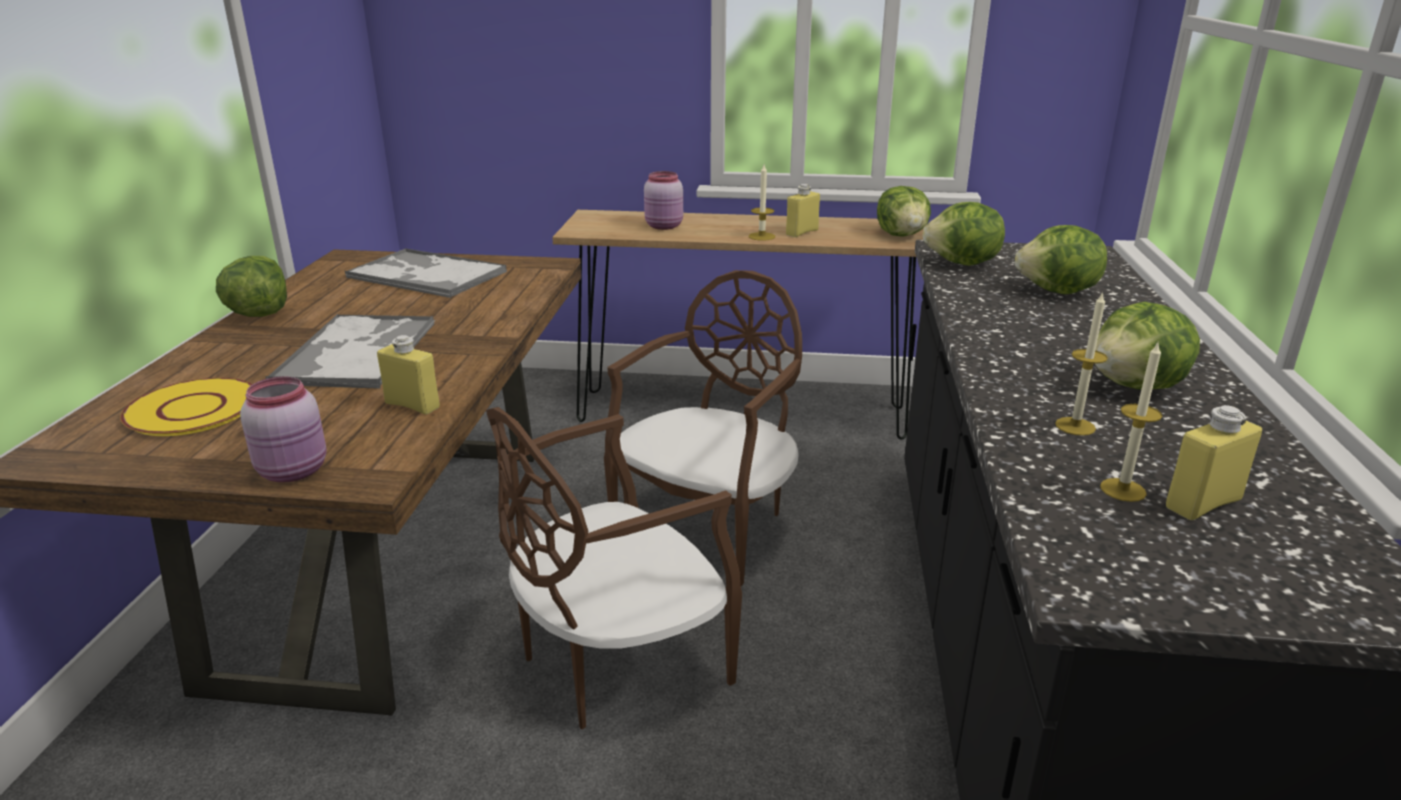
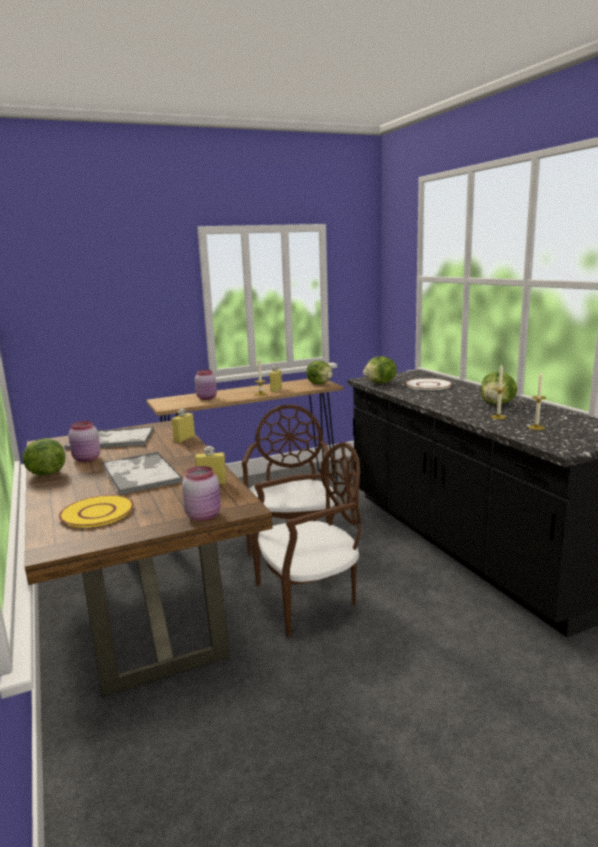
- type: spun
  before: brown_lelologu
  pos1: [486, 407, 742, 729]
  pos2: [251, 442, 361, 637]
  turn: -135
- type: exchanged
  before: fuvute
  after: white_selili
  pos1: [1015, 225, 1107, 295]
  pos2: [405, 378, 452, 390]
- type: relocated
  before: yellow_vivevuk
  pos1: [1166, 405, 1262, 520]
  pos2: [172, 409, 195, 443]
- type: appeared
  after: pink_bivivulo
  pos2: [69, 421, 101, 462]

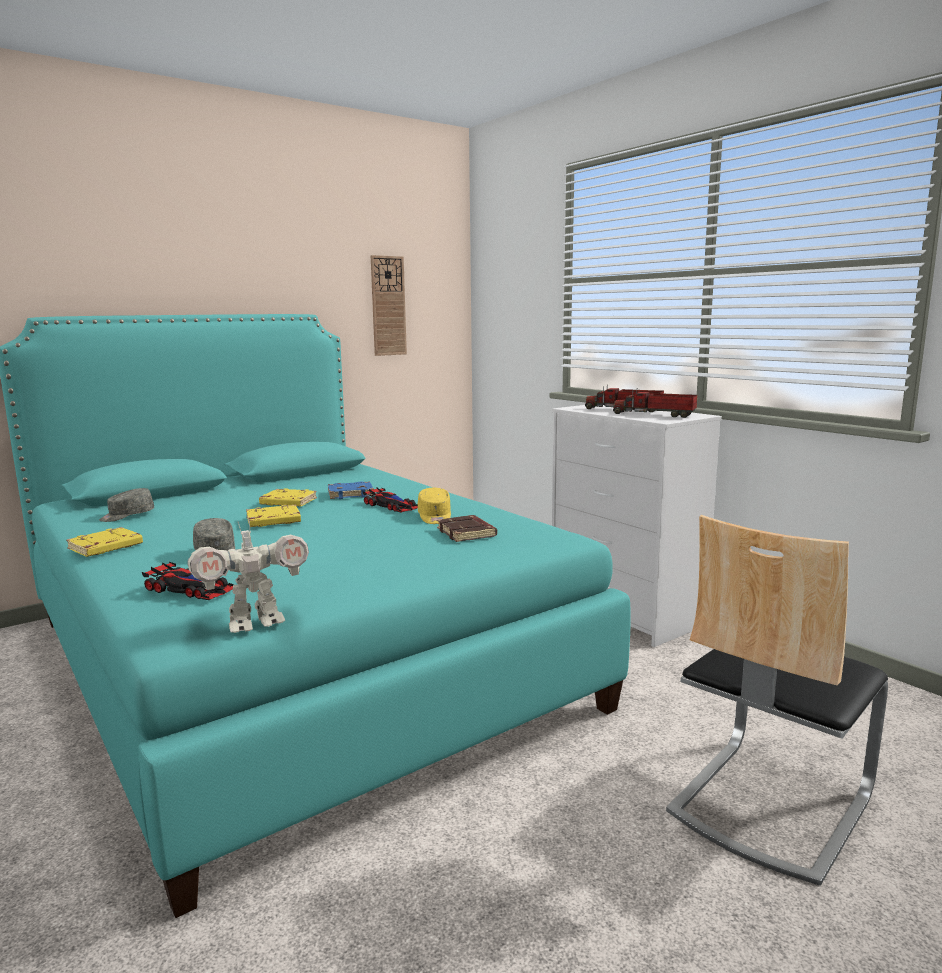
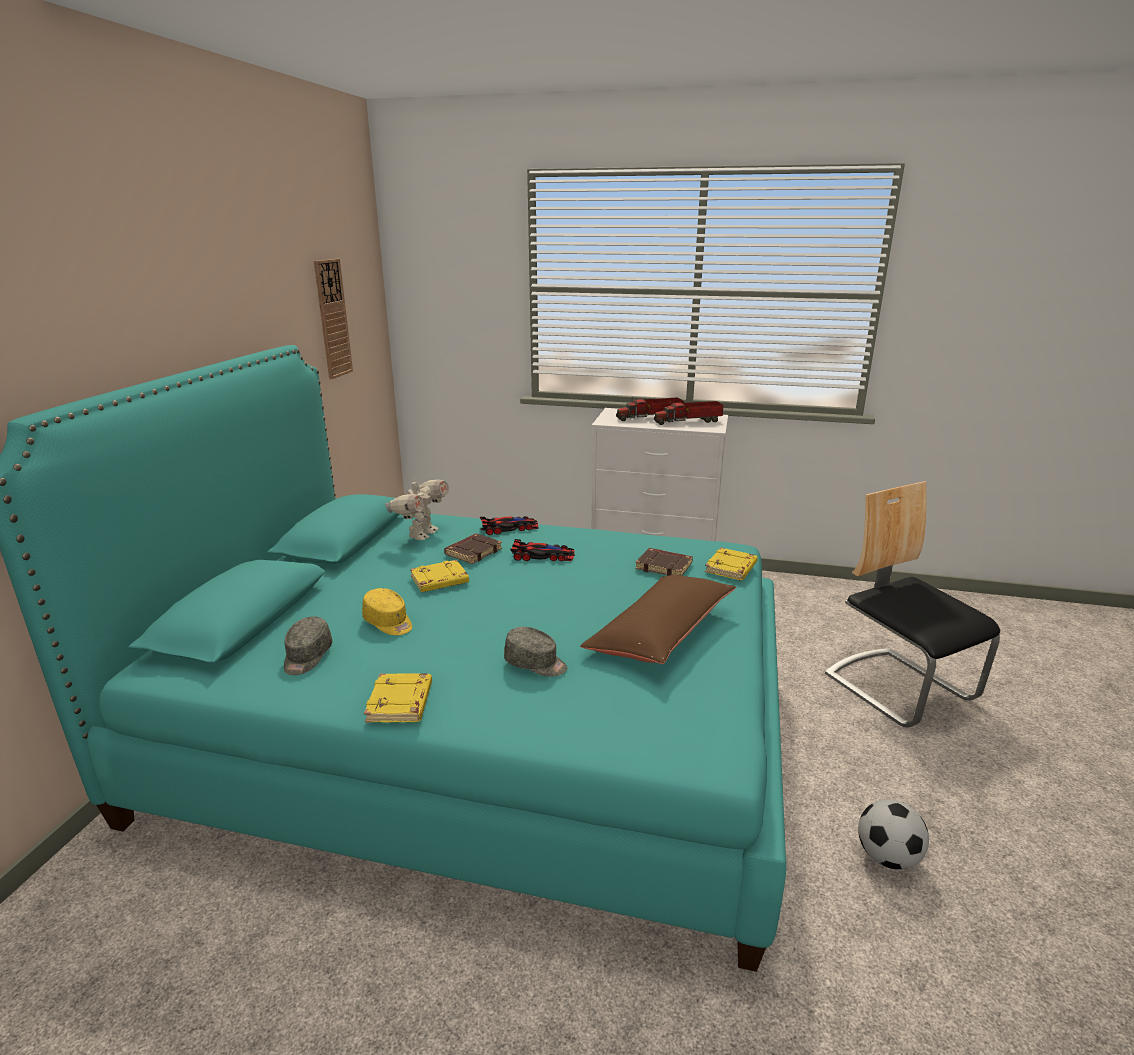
- type: relocated
  before: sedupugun
  pos1: [142, 562, 233, 600]
  pos2: [480, 516, 538, 535]
- type: relocated
  before: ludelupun
  pos1: [187, 520, 309, 633]
  pos2: [385, 476, 449, 540]
- type: relocated
  before: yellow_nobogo
  pos1: [246, 505, 301, 527]
  pos2: [705, 548, 758, 580]
- type: colour
  before: blue_nobogo
  after: brown_nobogo
  pos1: [328, 482, 374, 499]
  pos2: [444, 534, 502, 564]
- type: relocated
  before: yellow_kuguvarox
  pos1: [418, 488, 451, 524]
  pos2: [362, 588, 412, 635]
- type: spun
  before: lelologu
  pos1: [666, 515, 888, 886]
  pos2: [825, 481, 1000, 727]
  turn: 150
- type: appeared
  after: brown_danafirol
  pos2: [580, 575, 736, 664]
- type: appeared
  after: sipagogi
  pos2: [858, 799, 929, 870]

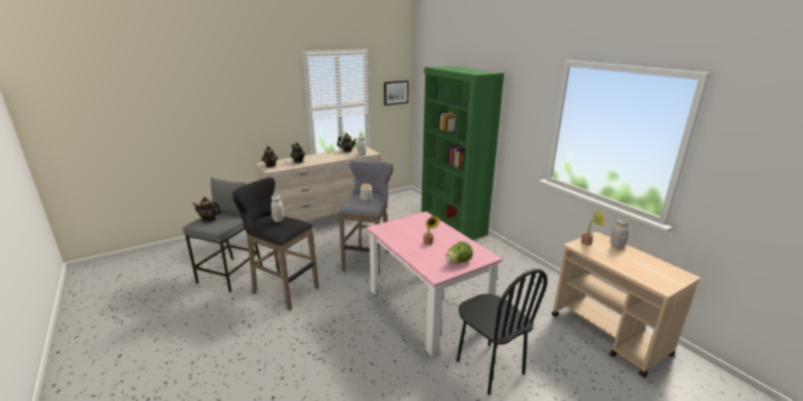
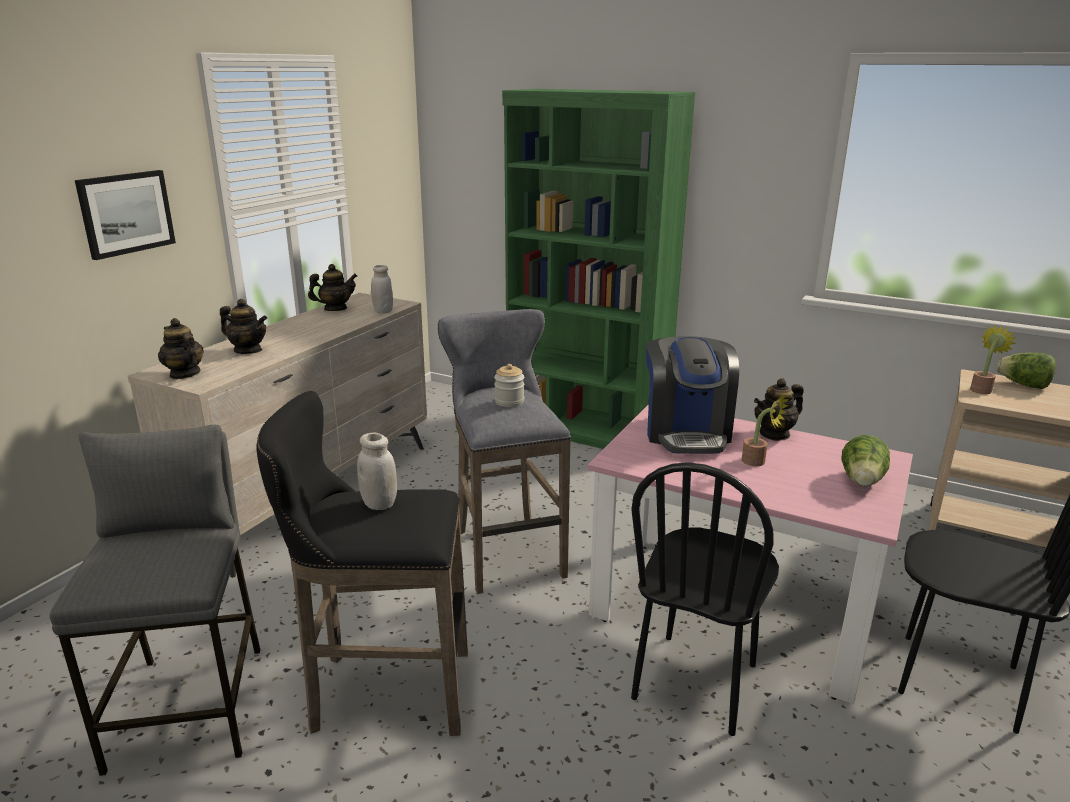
- type: relocated
  before: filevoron
  pos1: [193, 197, 221, 223]
  pos2: [754, 378, 804, 441]
- type: relocated
  before: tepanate
  pos1: [384, 80, 409, 106]
  pos2: [75, 170, 176, 260]
- type: exchanged
  before: white_bivivulo
  after: fuvute
  pos1: [610, 219, 630, 249]
  pos2: [996, 353, 1056, 389]
- type: appeared
  after: black_lelologu
  pos2: [631, 462, 779, 736]
- type: appeared
  after: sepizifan
  pos2: [646, 336, 739, 454]

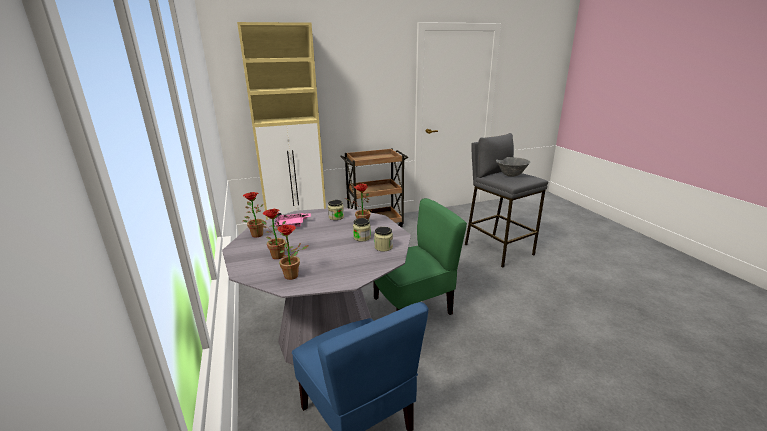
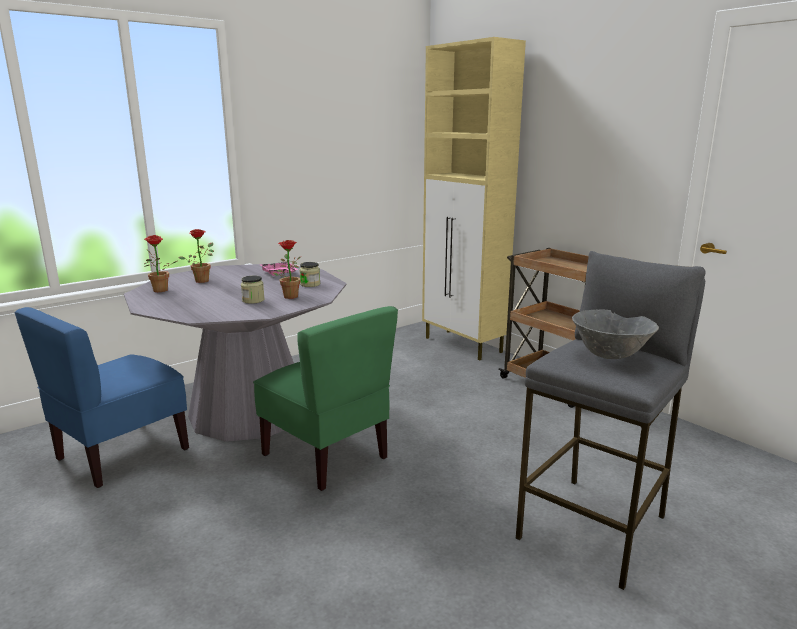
- type: missing
  before: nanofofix
  pos1: [243, 192, 264, 238]
- type: missing
  before: bivivulo
  pos1: [374, 227, 393, 252]

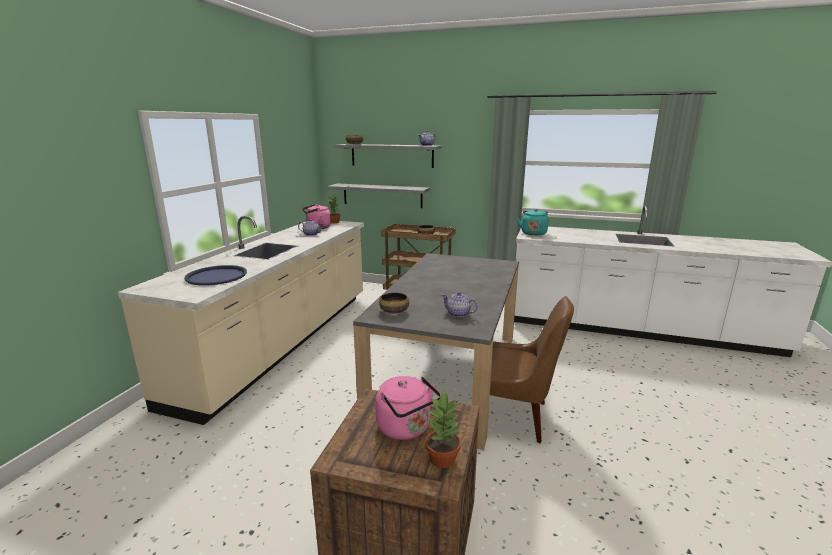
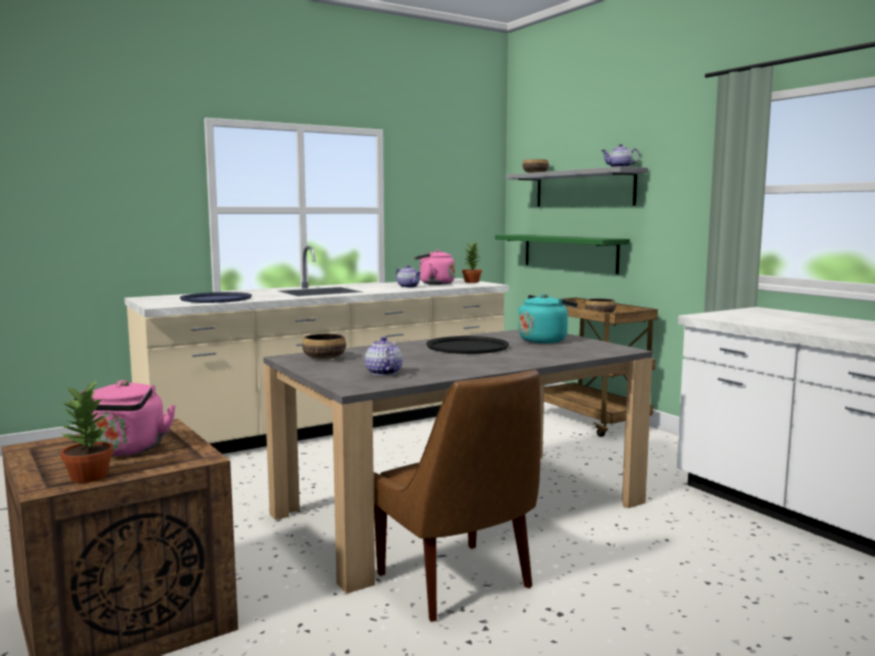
- type: colour
  before: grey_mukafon
  after: green_mukafon
  pos1: [327, 183, 430, 208]
  pos2: [495, 234, 630, 274]
- type: relocated
  before: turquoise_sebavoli
  pos1: [516, 209, 549, 236]
  pos2: [518, 294, 578, 343]
- type: appeared
  after: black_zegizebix
  pos2: [426, 336, 509, 354]

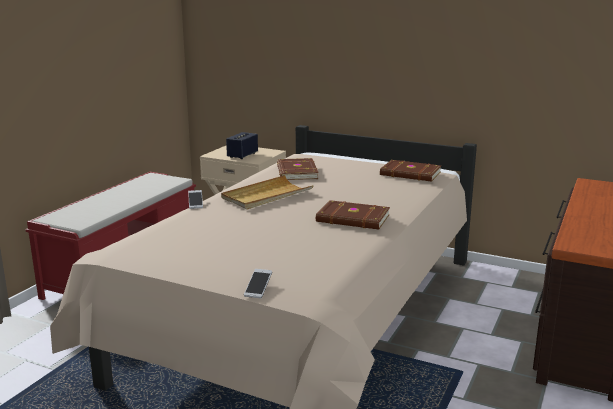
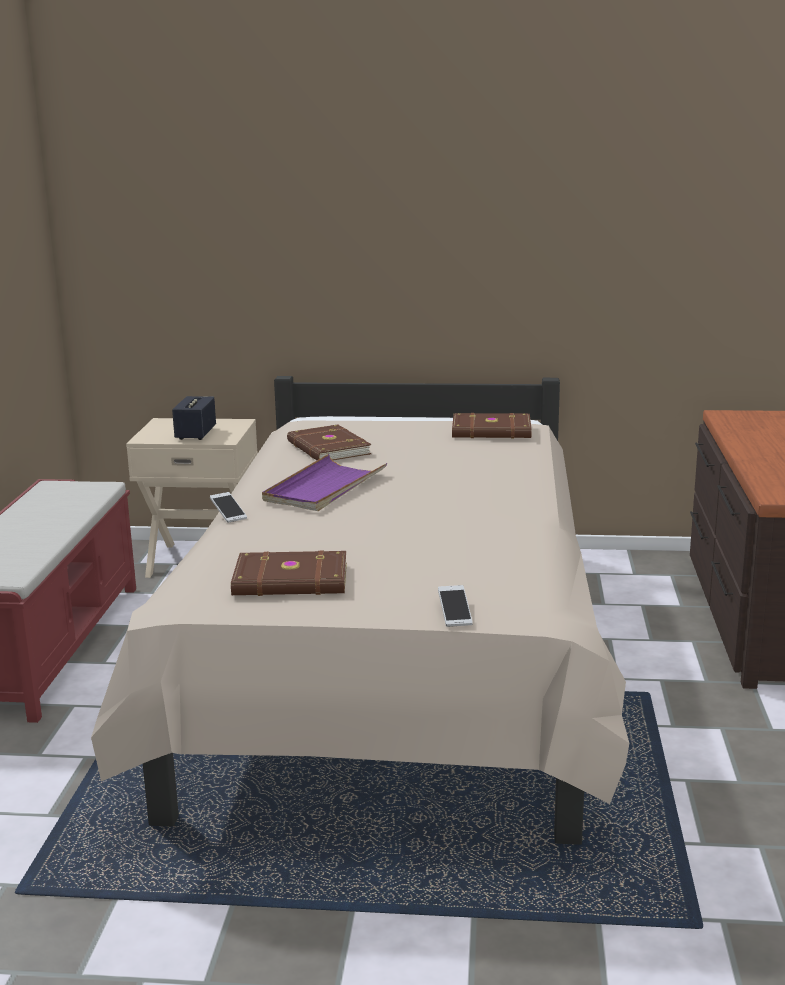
- type: colour
  before: beige_zegizebix
  after: purple_zegizebix
  pos1: [221, 175, 314, 210]
  pos2: [262, 454, 387, 511]
- type: relocated
  before: brown_nobogo
  pos1: [316, 200, 390, 230]
  pos2: [231, 551, 347, 596]

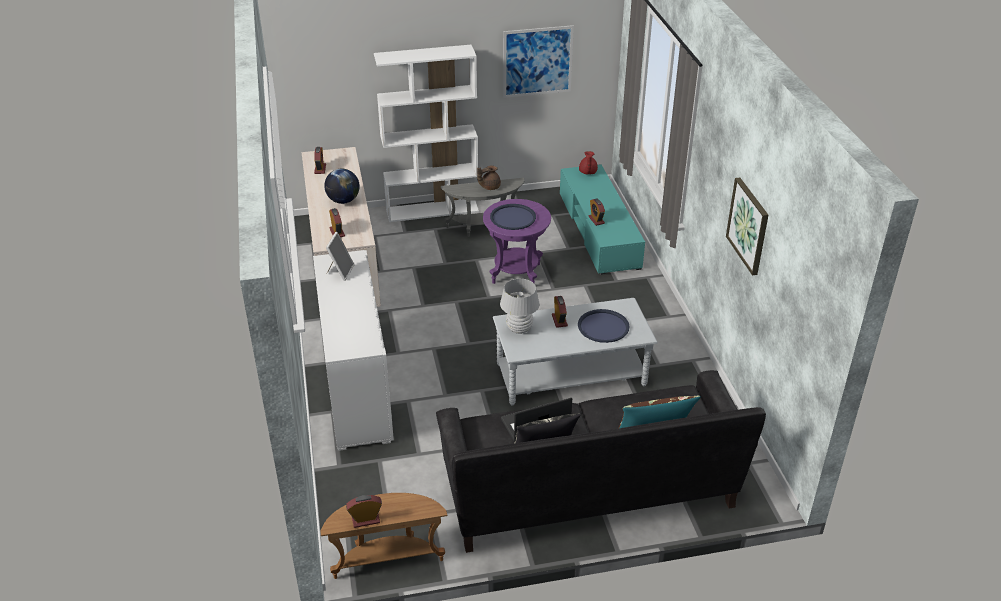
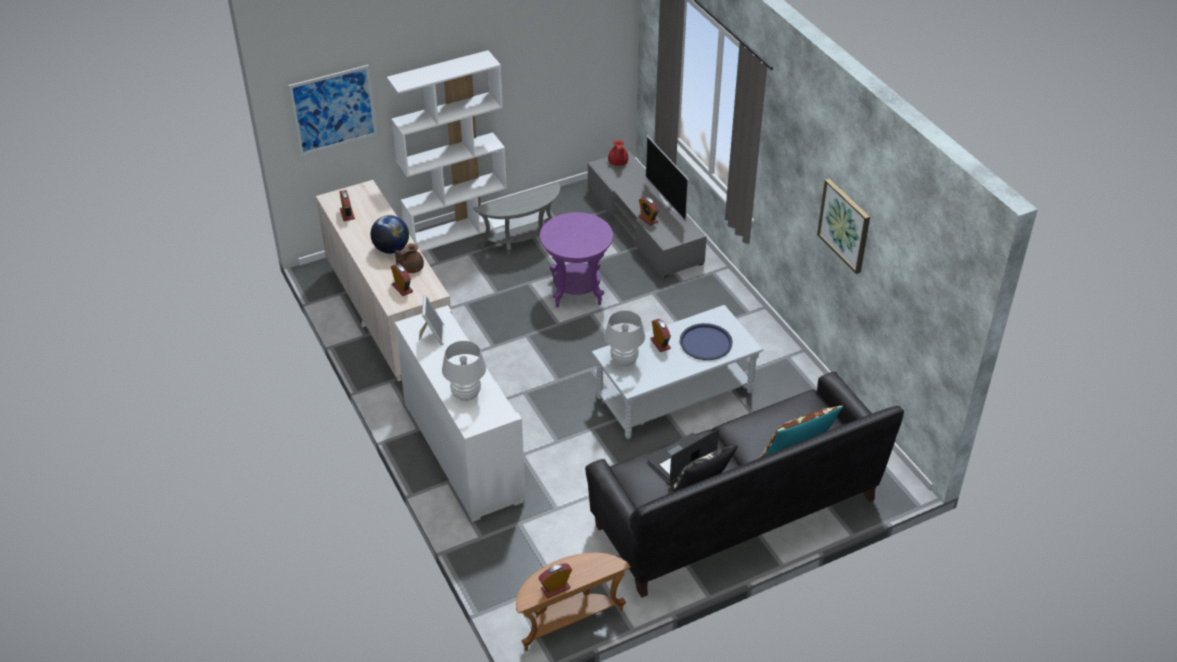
- type: relocated
  before: brown_filevoron
  pos1: [477, 165, 501, 190]
  pos2: [395, 243, 424, 273]
- type: missing
  before: blue_zegizebix
  pos1: [490, 204, 536, 230]
- type: relocated
  before: tepanate
  pos1: [503, 25, 574, 98]
  pos2: [288, 65, 377, 156]
- type: colour
  before: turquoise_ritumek
  after: grey_ritumek
  pos1: [560, 164, 645, 275]
  pos2: [588, 151, 707, 278]
- type: appeared
  after: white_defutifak
  pos2: [442, 341, 486, 401]
- type: appeared
  after: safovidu
  pos2: [645, 135, 689, 221]

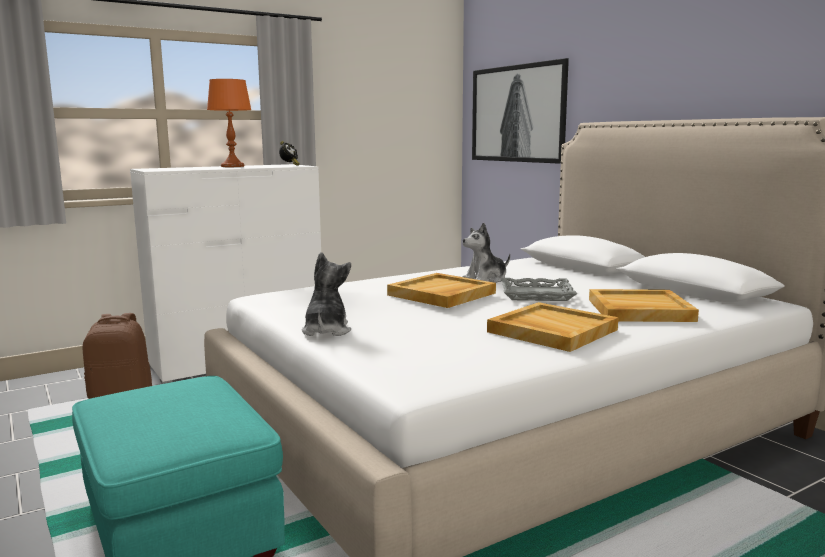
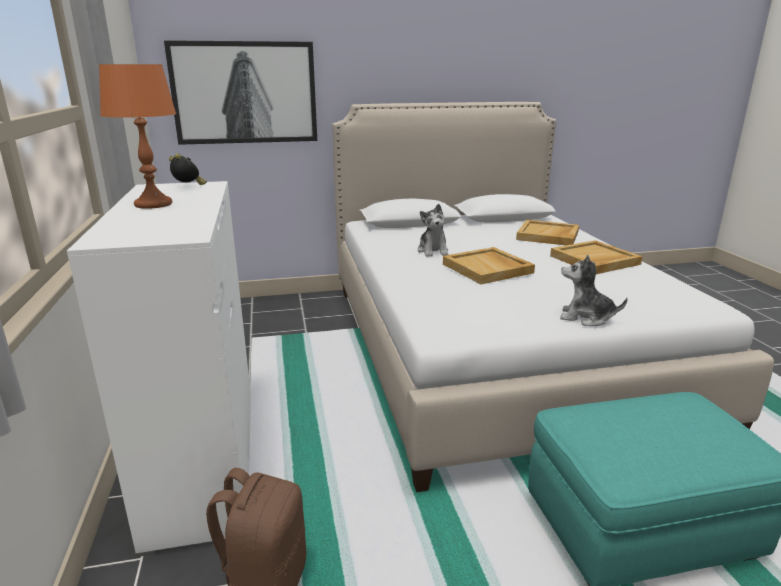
- type: missing
  before: grey_zegizebix
  pos1: [501, 278, 577, 301]

